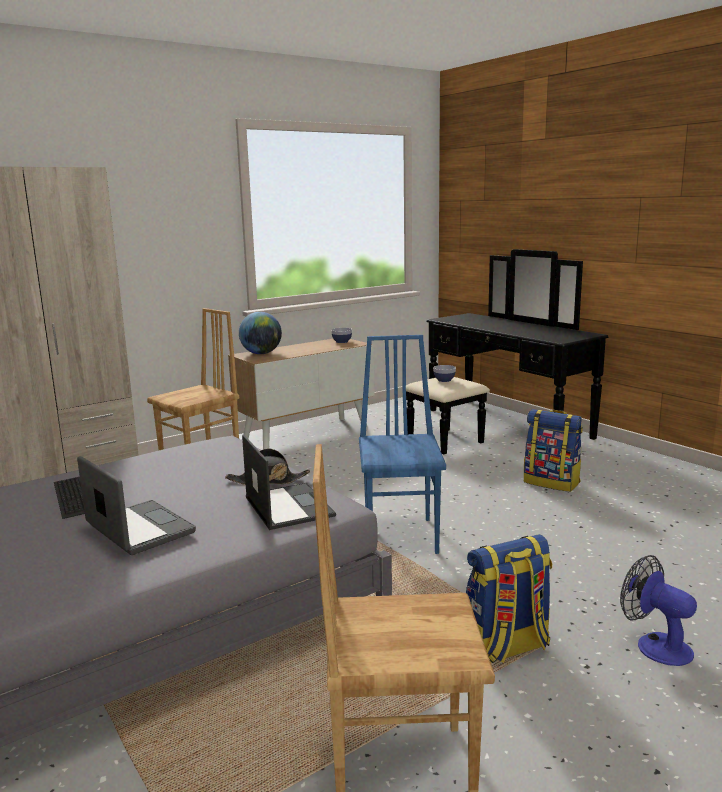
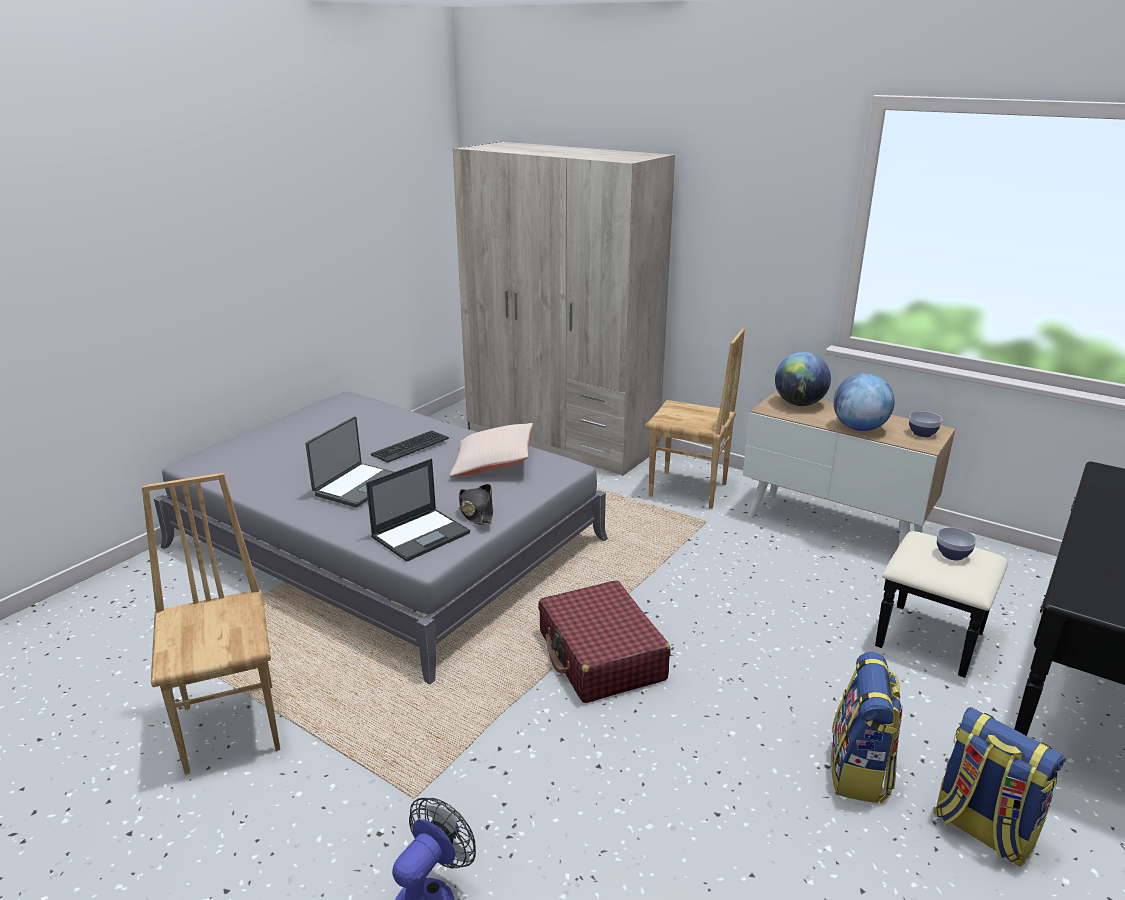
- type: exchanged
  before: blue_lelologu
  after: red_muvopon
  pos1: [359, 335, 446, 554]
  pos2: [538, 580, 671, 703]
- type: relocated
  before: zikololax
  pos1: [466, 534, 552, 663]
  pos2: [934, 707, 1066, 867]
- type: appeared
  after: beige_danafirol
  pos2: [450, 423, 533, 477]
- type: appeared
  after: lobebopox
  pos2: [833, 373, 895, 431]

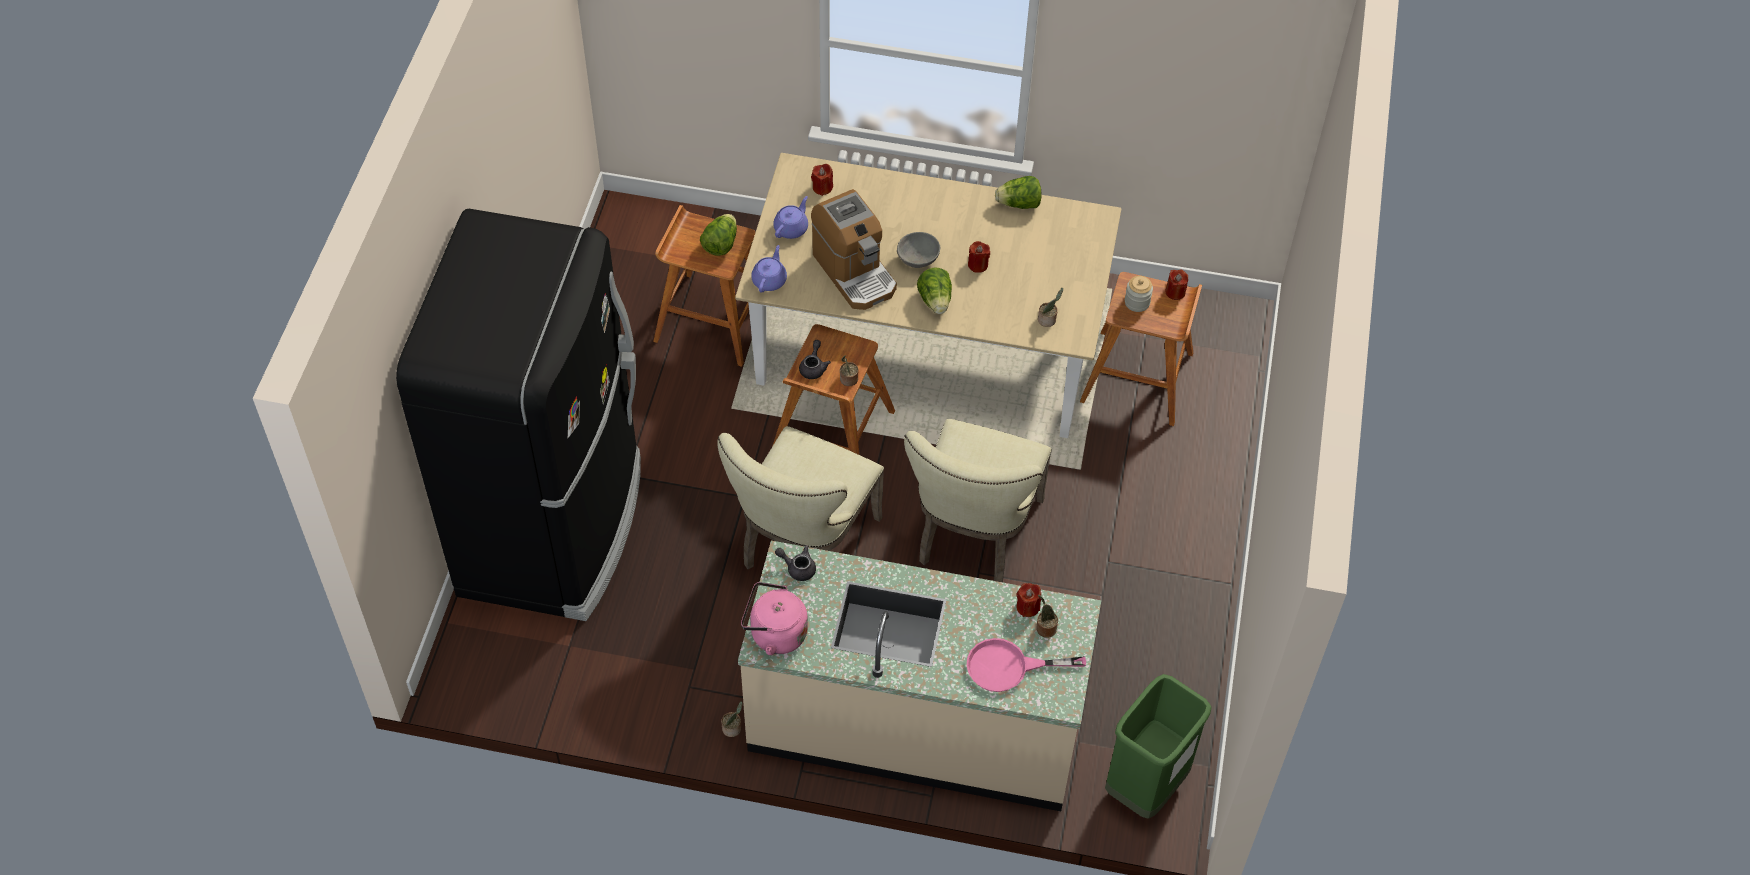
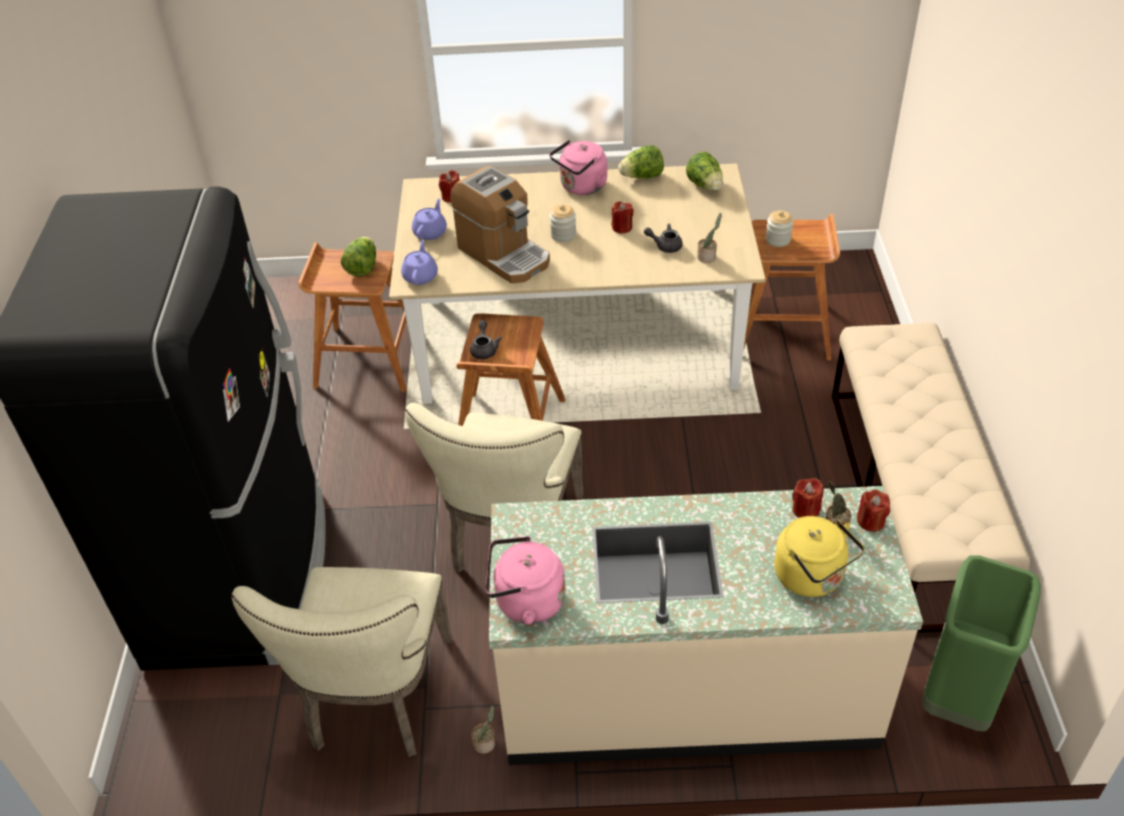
- type: relocated
  before: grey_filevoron
  pos1: [775, 545, 816, 581]
  pos2: [644, 224, 683, 253]
- type: missing
  before: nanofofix
  pos1: [840, 356, 859, 386]
- type: exchanged
  before: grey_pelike
  after: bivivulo
  pos1: [897, 232, 940, 268]
  pos2: [549, 204, 576, 242]
- type: relocated
  before: beige_lelologu
  pos1: [904, 419, 1052, 582]
  pos2: [231, 567, 452, 757]
- type: relocated
  before: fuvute
  pos1: [917, 268, 952, 314]
  pos2: [686, 152, 723, 191]
- type: exchanged
  before: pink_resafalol
  after: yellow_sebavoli
  pos1: [966, 638, 1086, 692]
  pos2: [774, 516, 865, 597]
- type: relocated
  before: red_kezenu
  pos1: [1165, 270, 1188, 300]
  pos2: [857, 489, 890, 532]
- type: appeared
  after: pink_sebavoli
  pos2: [549, 140, 607, 195]
- type: appeared
  after: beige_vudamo
  pos2: [832, 323, 1030, 632]

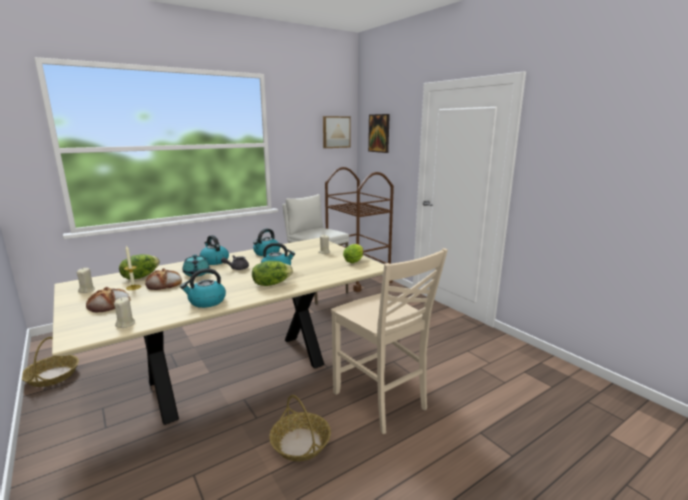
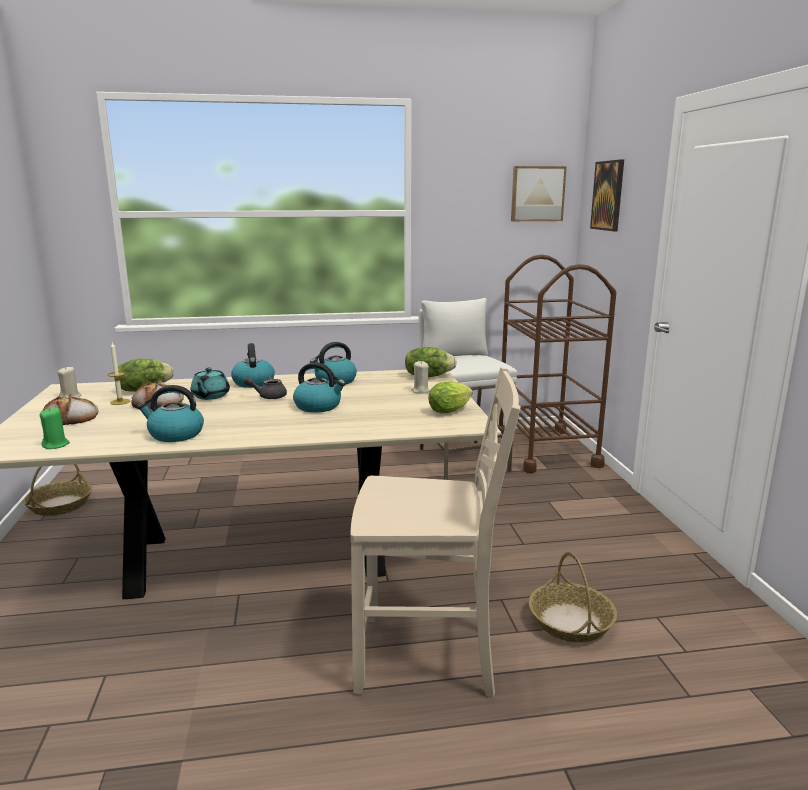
- type: colour
  before: beige_kezenu
  after: green_kezenu
  pos1: [114, 297, 135, 328]
  pos2: [40, 408, 70, 449]
- type: relocated
  before: fuvute
  pos1: [252, 261, 293, 286]
  pos2: [405, 347, 457, 377]
- type: relocated
  before: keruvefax
  pos1: [269, 395, 331, 461]
  pos2: [529, 552, 617, 643]
- type: spun
  before: beige_lelologu
  pos1: [331, 248, 448, 434]
  pos2: [351, 367, 521, 698]
  turn: -75

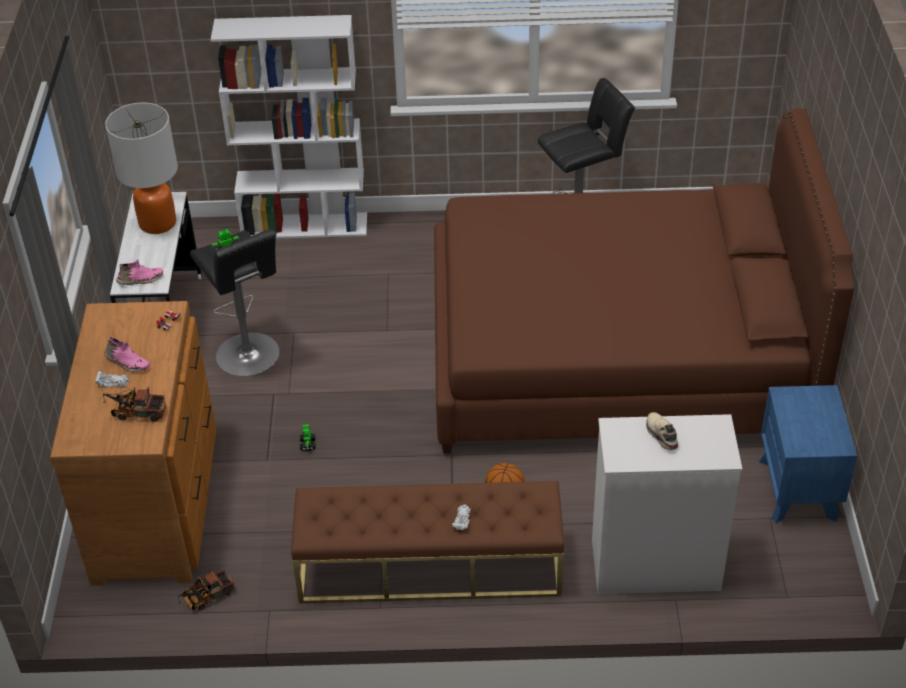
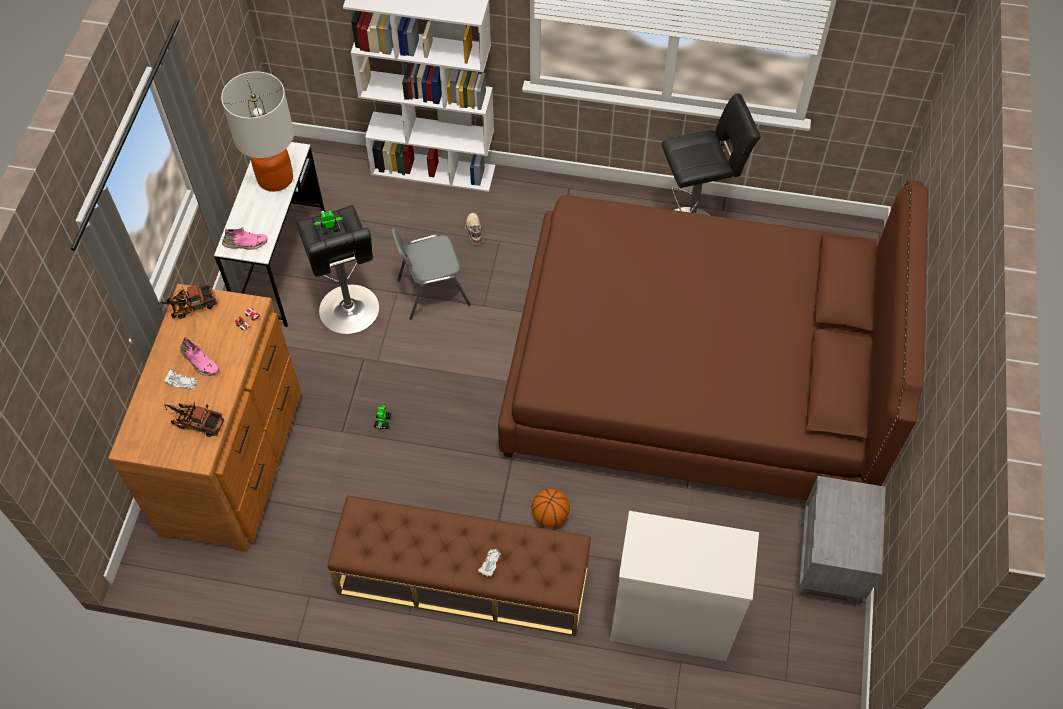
- type: relocated
  before: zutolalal
  pos1: [178, 569, 235, 611]
  pos2: [158, 283, 217, 319]
- type: relocated
  before: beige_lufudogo
  pos1: [646, 412, 678, 451]
  pos2: [465, 213, 482, 244]
- type: colour
  before: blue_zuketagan
  after: grey_zuketagan
  pos1: [759, 385, 857, 523]
  pos2: [794, 476, 886, 607]
- type: appeared
  after: grey_lelologu
  pos2: [391, 228, 471, 320]

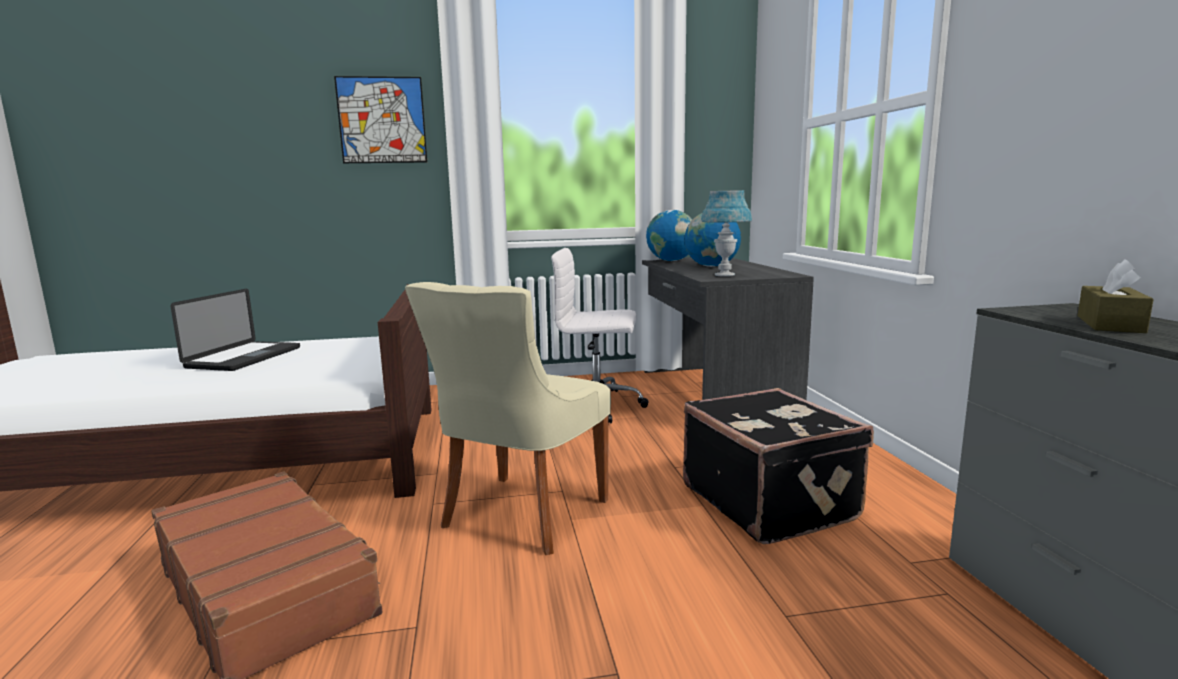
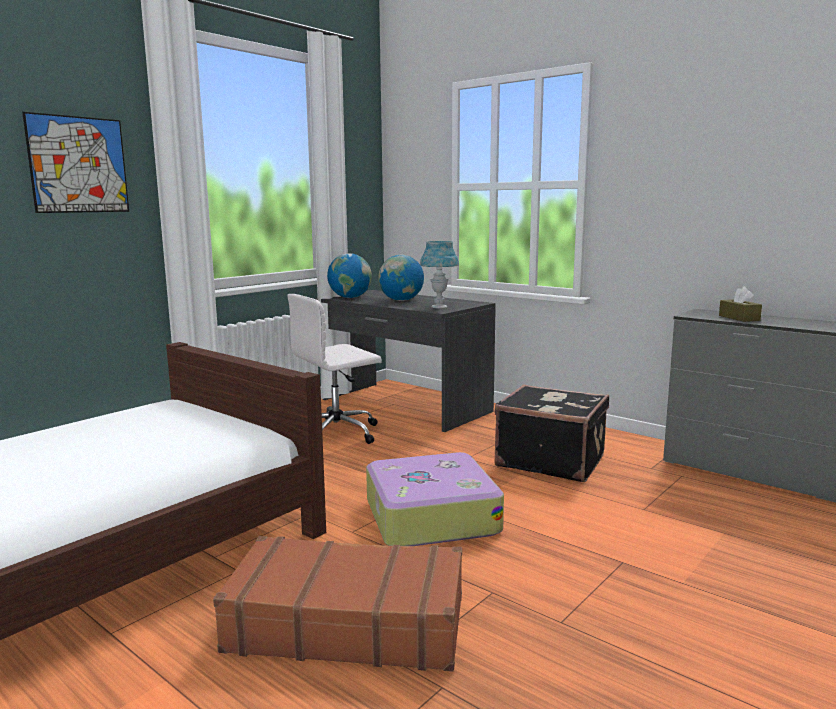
- type: missing
  before: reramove
  pos1: [170, 289, 300, 371]
- type: exchanged
  before: beige_lelologu
  after: muvopon
  pos1: [405, 282, 611, 555]
  pos2: [366, 452, 504, 546]

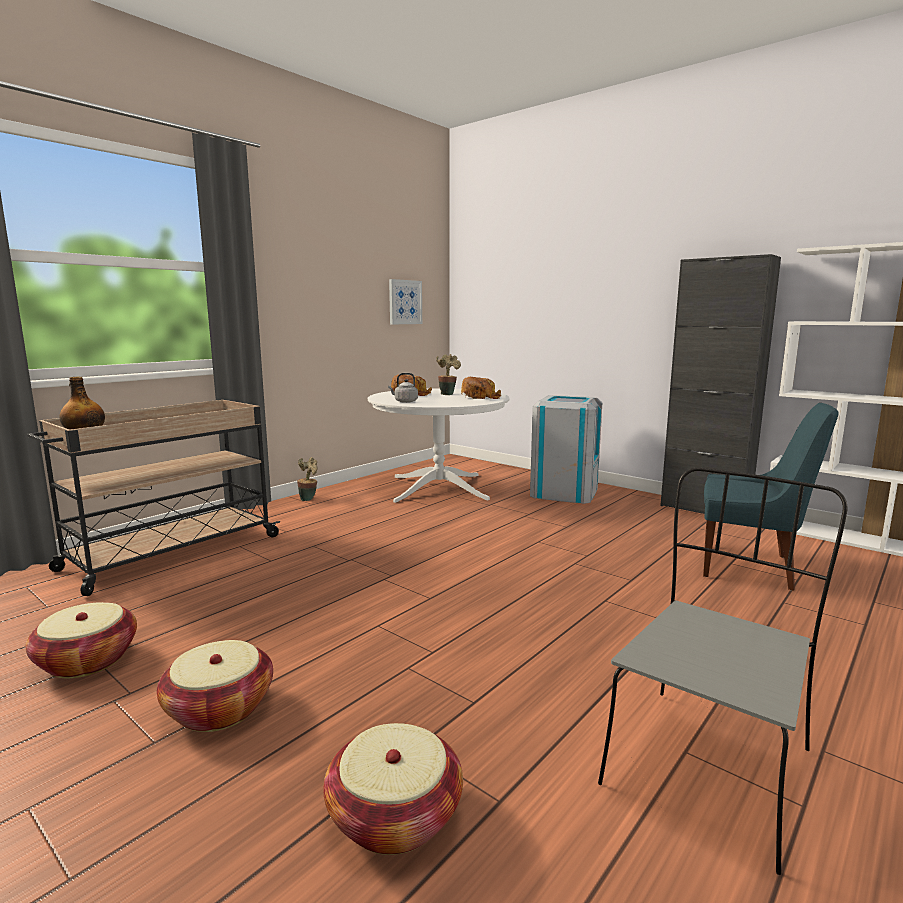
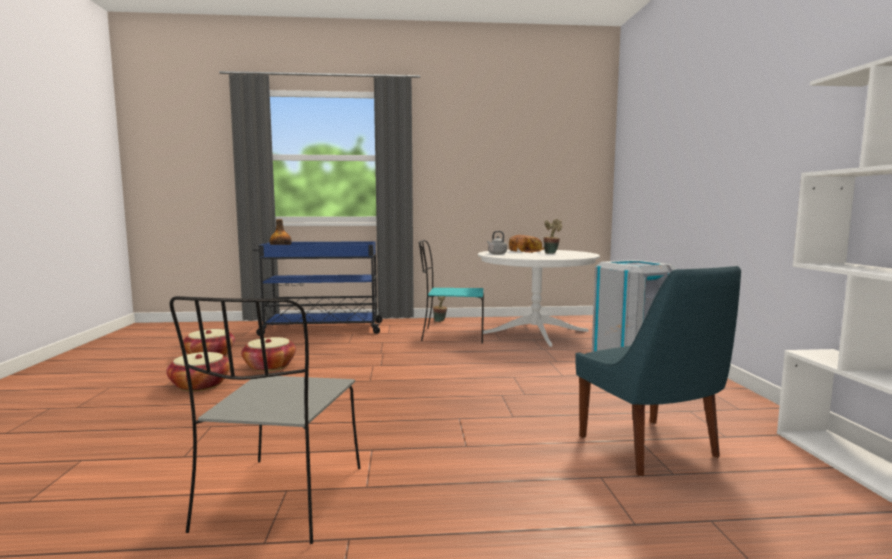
- type: colour
  before: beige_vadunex
  after: blue_vadunex
  pos1: [27, 400, 280, 596]
  pos2: [253, 241, 384, 336]
- type: relocated
  before: keruvefax
  pos1: [323, 723, 463, 855]
  pos2: [241, 337, 296, 371]
- type: missing
  before: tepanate
  pos1: [389, 279, 422, 324]
- type: missing
  before: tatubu
  pos1: [461, 377, 502, 399]
- type: spun
  before: grey_lelologu
  pos1: [598, 468, 848, 875]
  pos2: [170, 296, 361, 544]
  turn: 105
- type: missing
  before: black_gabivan
  pos1: [660, 254, 781, 514]
- type: appeared
  after: turquoise_lelologu
  pos2: [419, 240, 484, 344]

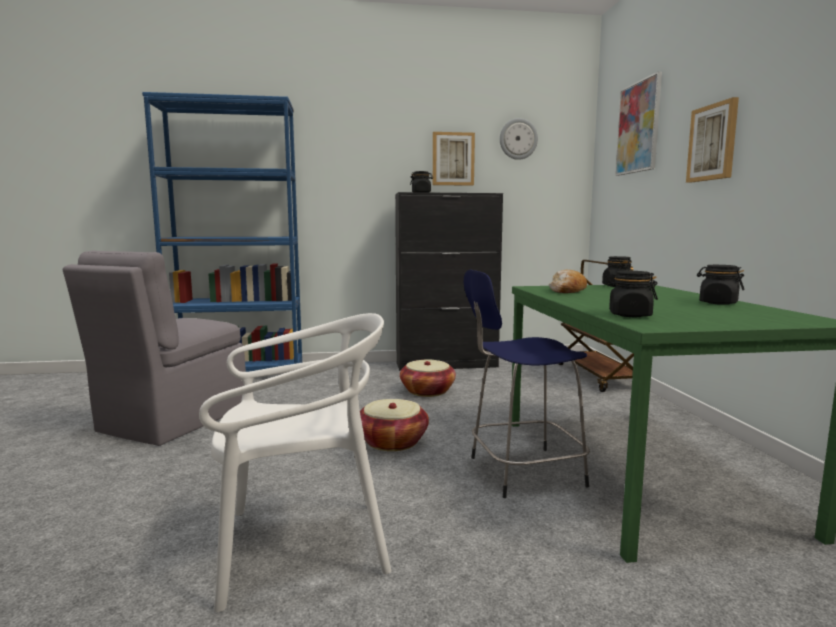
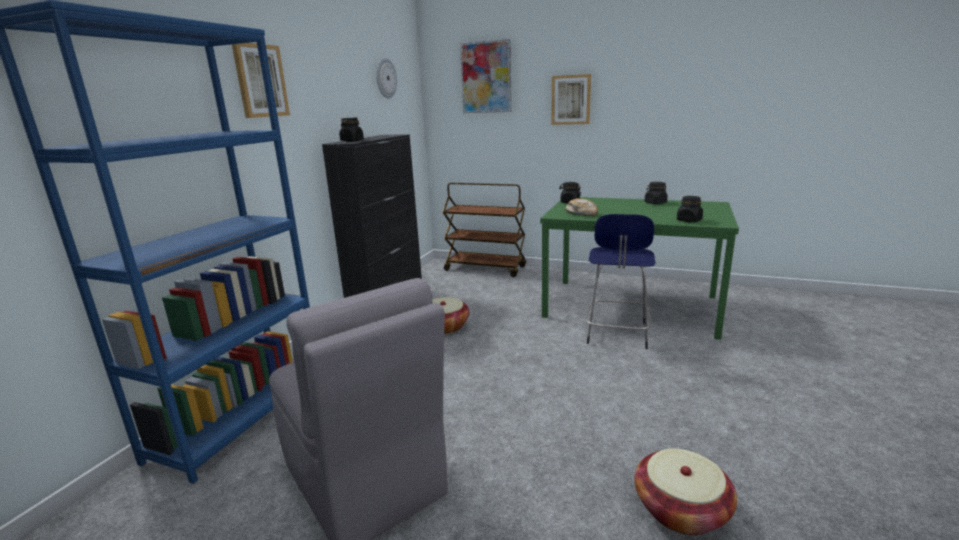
- type: missing
  before: white_lelologu
  pos1: [199, 313, 391, 612]
- type: relocated
  before: keruvefax
  pos1: [360, 399, 429, 451]
  pos2: [634, 448, 737, 535]
- type: relocated
  before: tepanate
  pos1: [433, 132, 475, 186]
  pos2: [232, 43, 290, 118]

